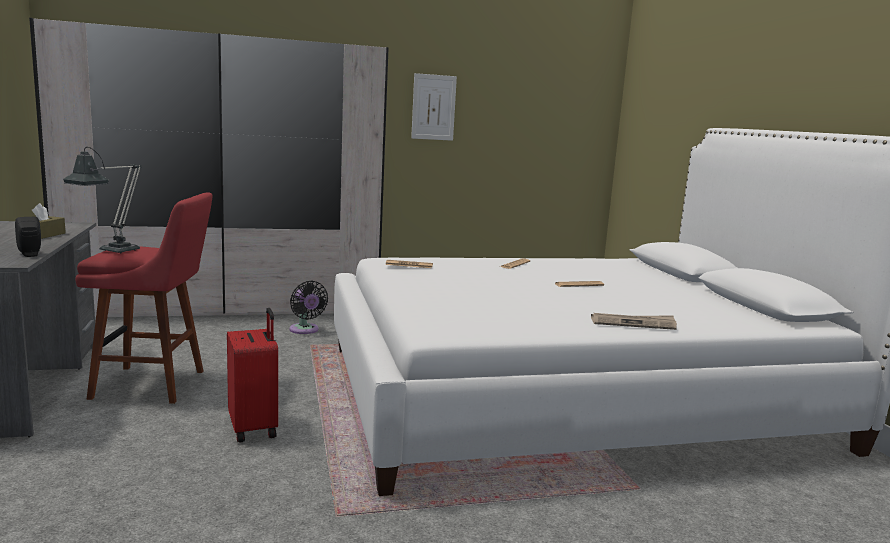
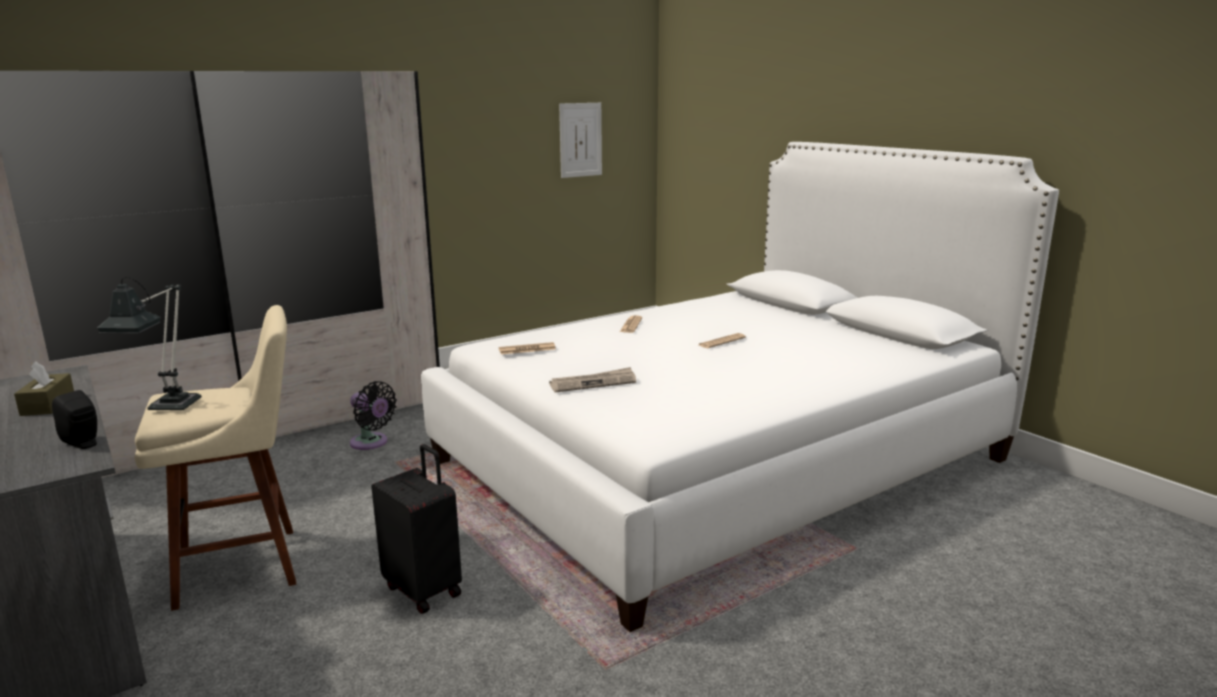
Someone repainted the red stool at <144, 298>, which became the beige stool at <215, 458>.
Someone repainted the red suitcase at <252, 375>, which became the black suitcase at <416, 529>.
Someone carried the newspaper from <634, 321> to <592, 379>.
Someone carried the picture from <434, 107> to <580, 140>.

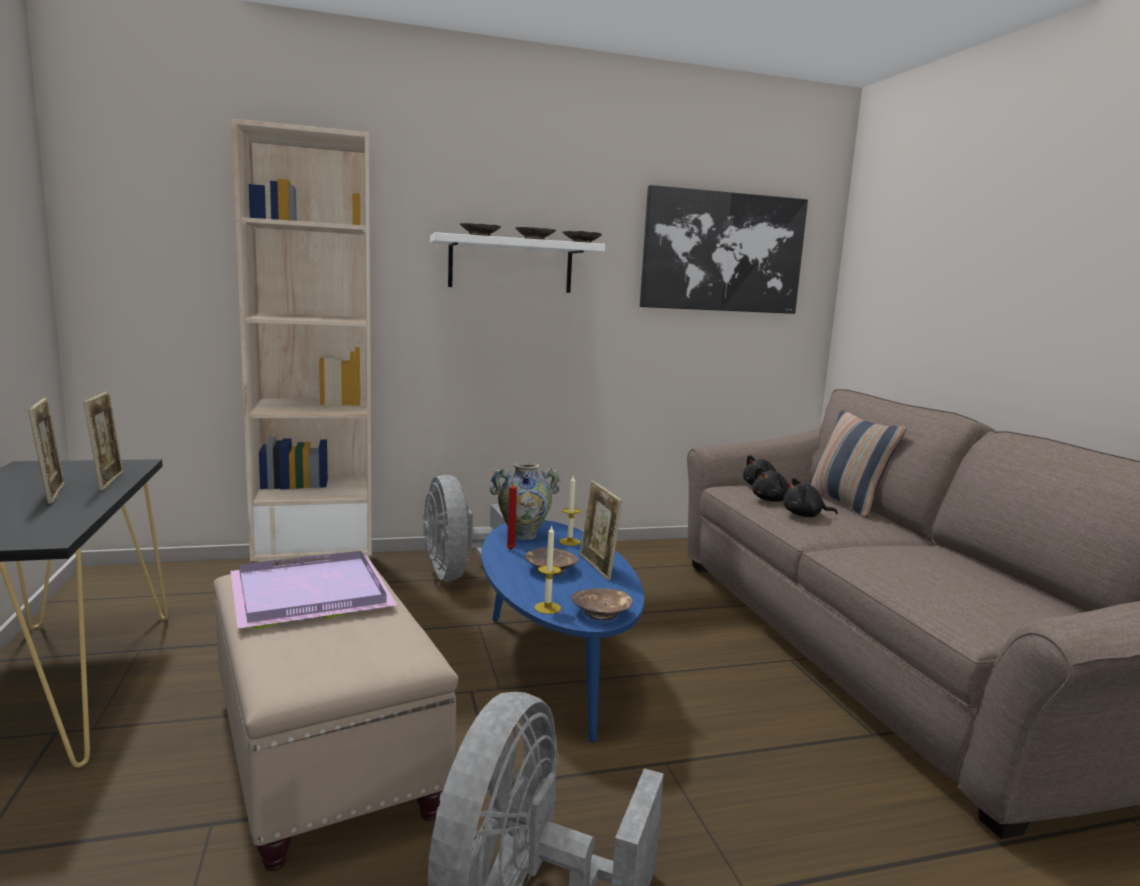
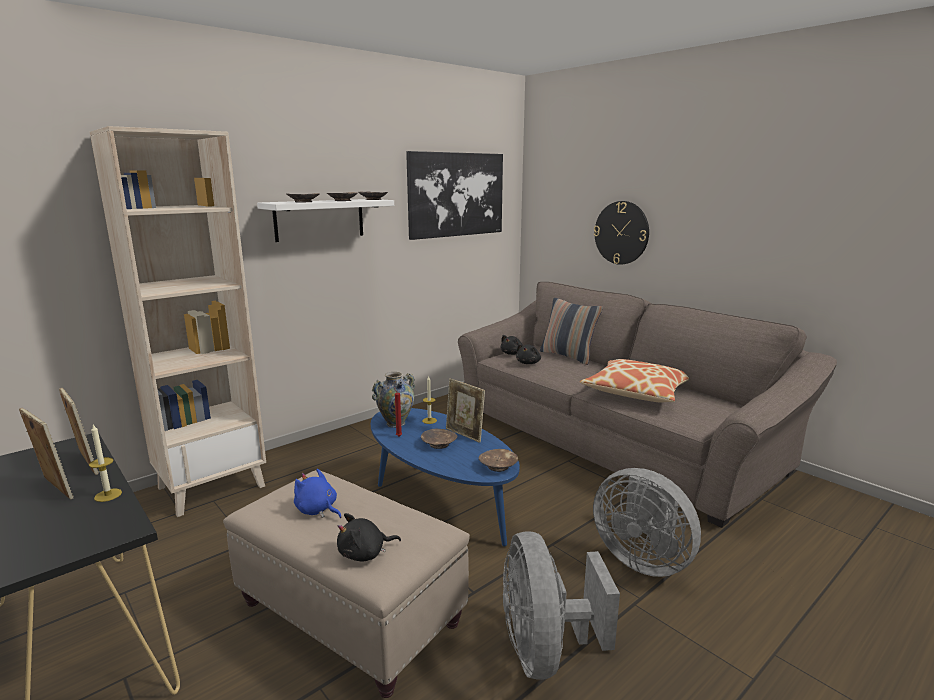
Someone carried the candle from <547, 570> to <105, 463>.
Someone swapped the purple tray at <313, 590> for the blue plush toy at <318, 493>.
Someone carried the black plush toy from <810, 497> to <369, 537>.
Someone put down the pillow at <634, 380>.
Someone carried the grey fan from <464, 528> to <647, 522>.
Someone put up the wall clock at <621, 233>.

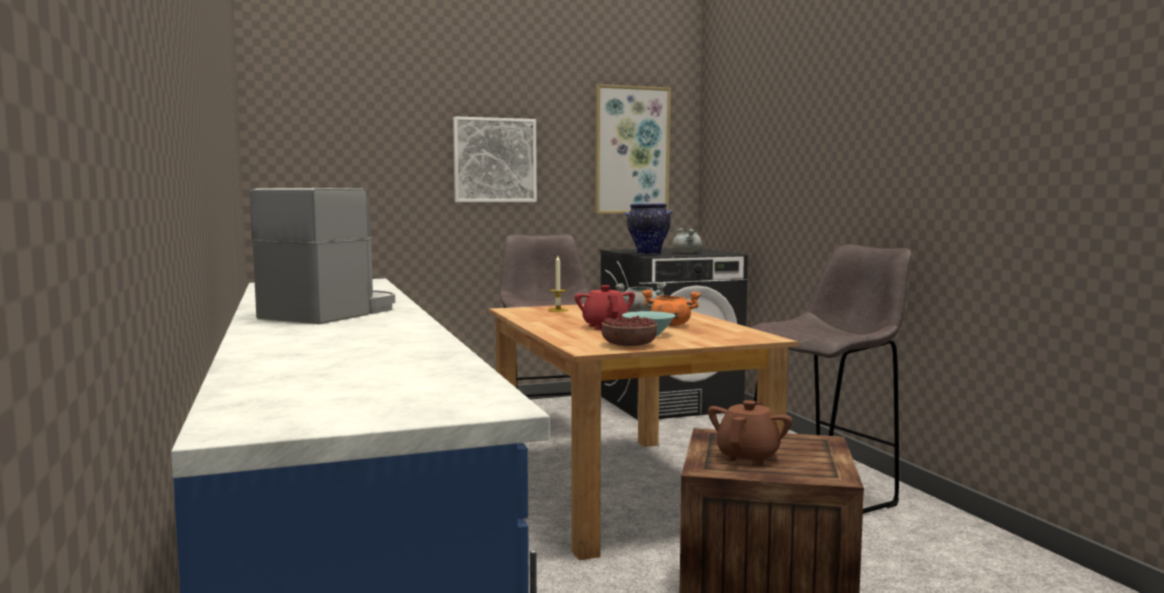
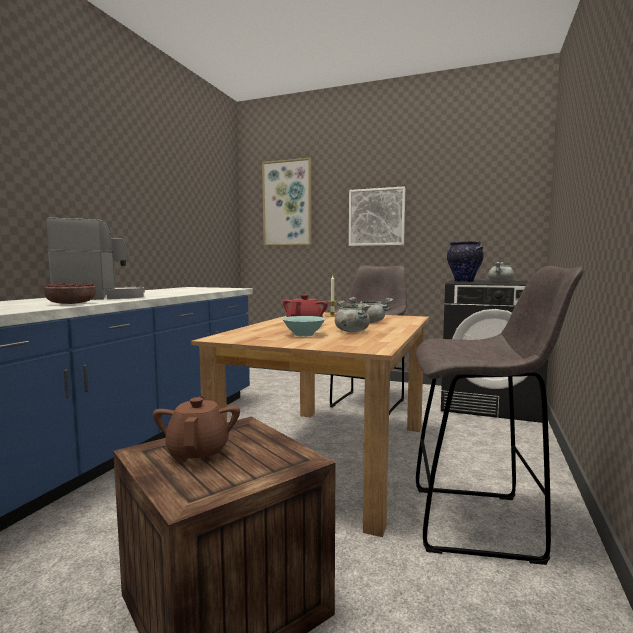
Someone carried the bowl from <629, 331> to <70, 293>.
Someone rotated the brown teapot at <750, 433> by 75 degrees counterclockwise.
Someone carried the picture from <633, 149> to <287, 202>.
Someone repainted the orange cooking pot at <671, 307>, which became the grey cooking pot at <353, 316>.

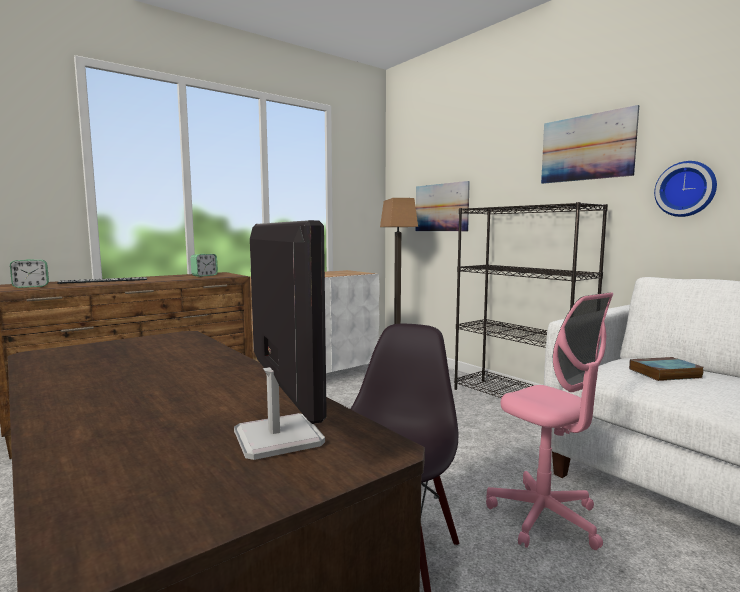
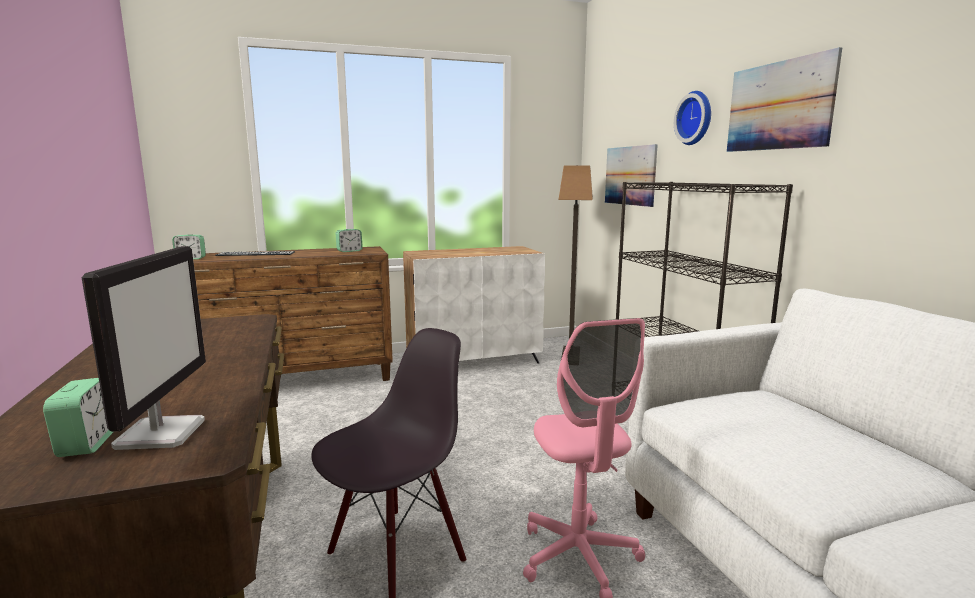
Someone put down the alarm clock at <78, 417>.
Someone carried the wall clock from <685, 189> to <692, 118>.
Someone took away the book at <666, 369>.

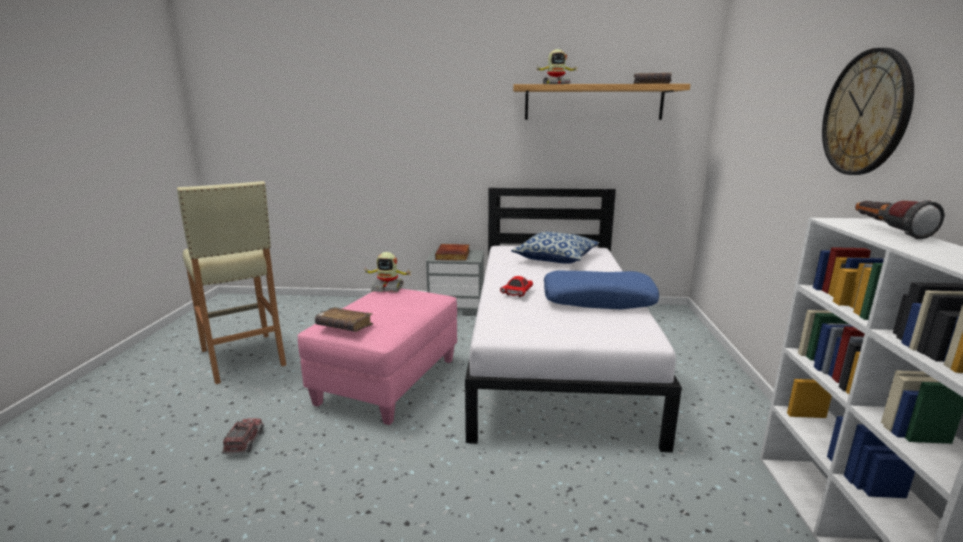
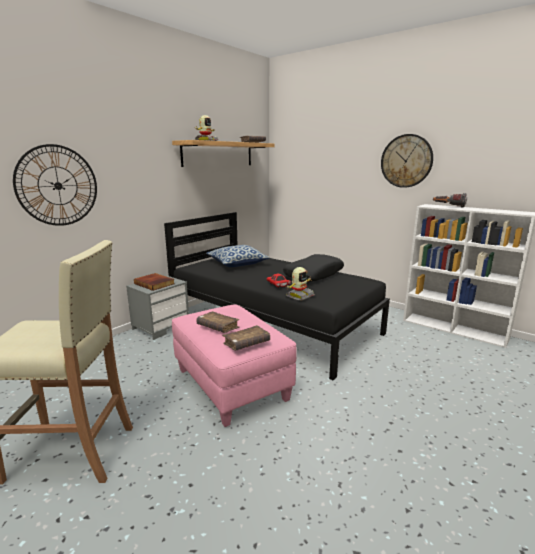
Someone put up the wall clock at <55, 185>.
Someone repainted the white bed at <573, 320>, which became the black bed at <277, 296>.
Someone put down the brown book at <218, 322>.
Someone repainted the blue pillow at <601, 289>, which became the black pillow at <313, 268>.
Someone carried the toy robot from <388, 272> to <300, 283>.
Someone took away the toy truck at <243, 436>.

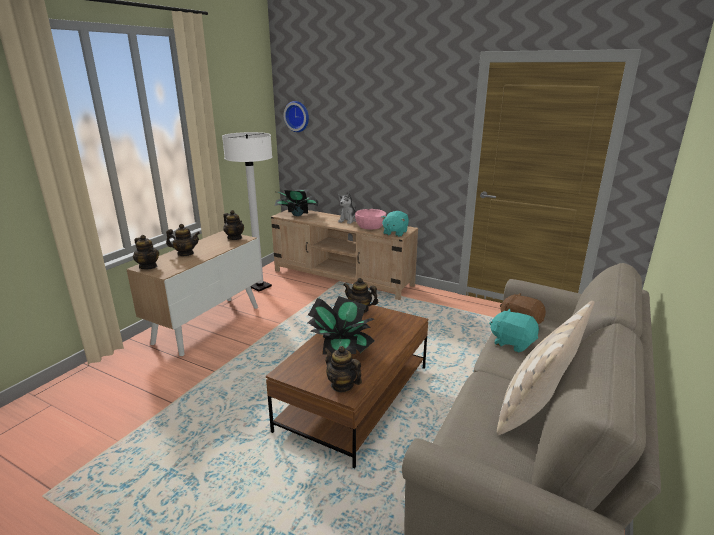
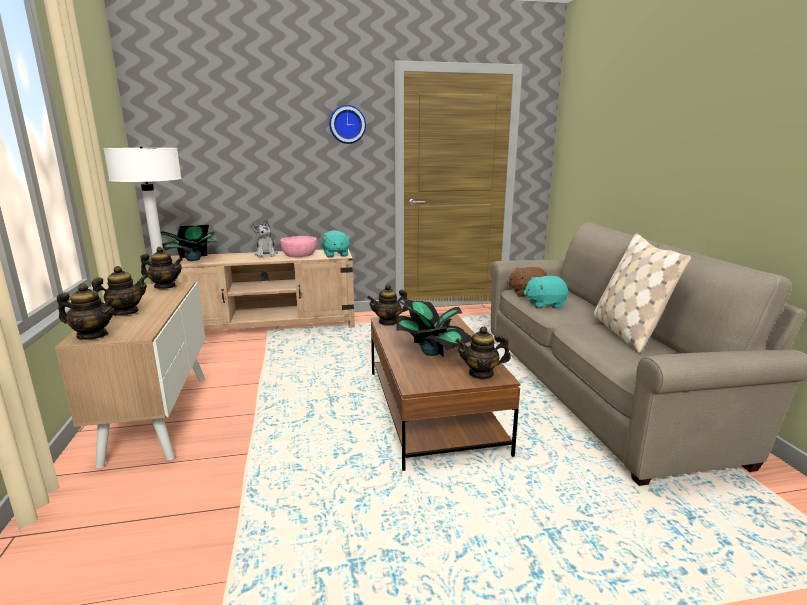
Someone carried the wall clock from <296, 116> to <347, 124>.

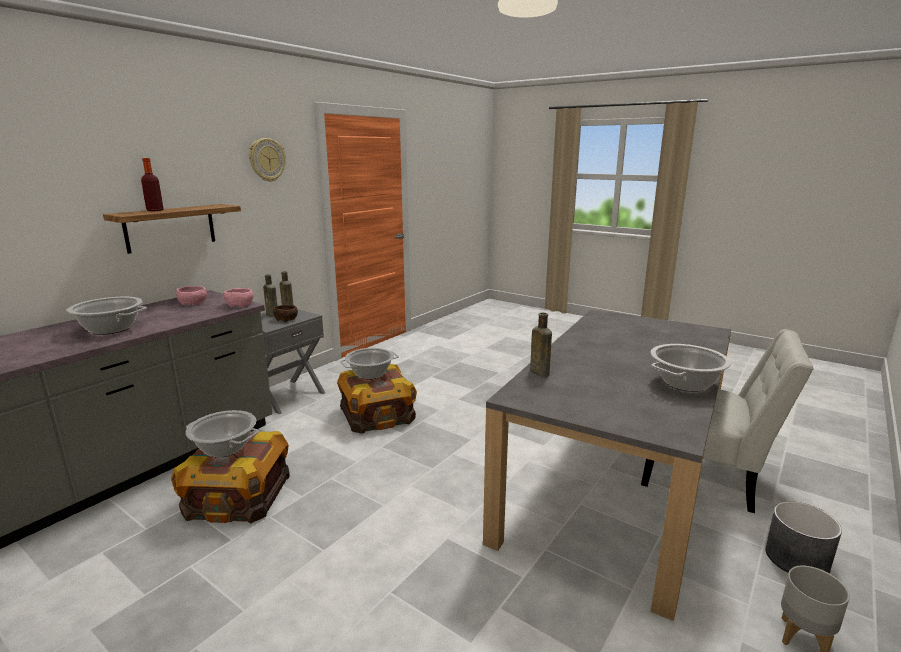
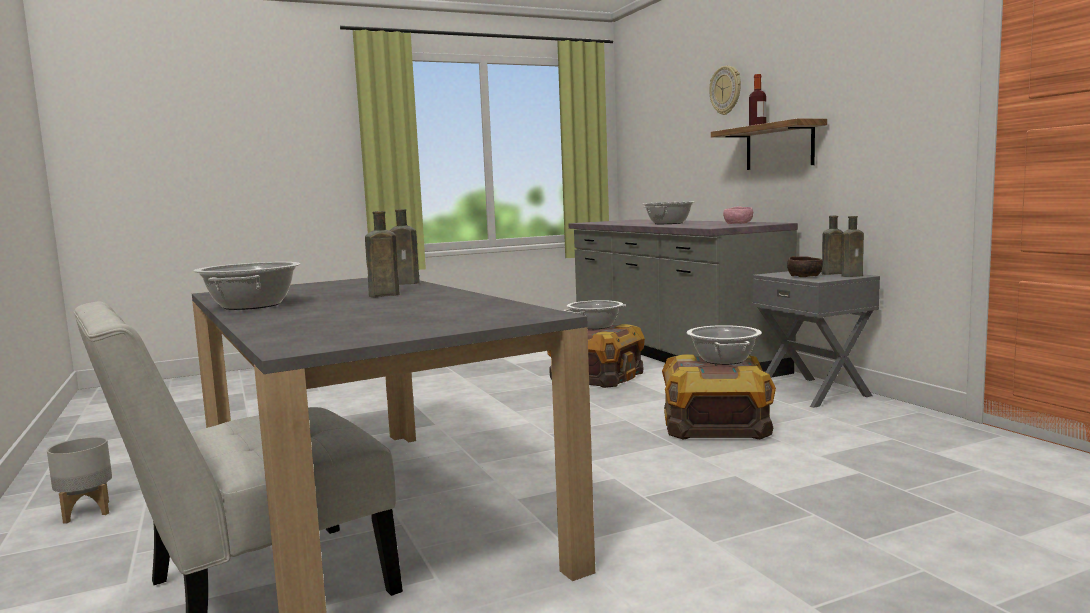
Someone put down the brown bottle at <382, 254>.
Someone carried the wall clock from <267, 160> to <725, 90>.
Someone took away the pink bowl at <238, 298>.
Someone took away the grey planter at <803, 537>.

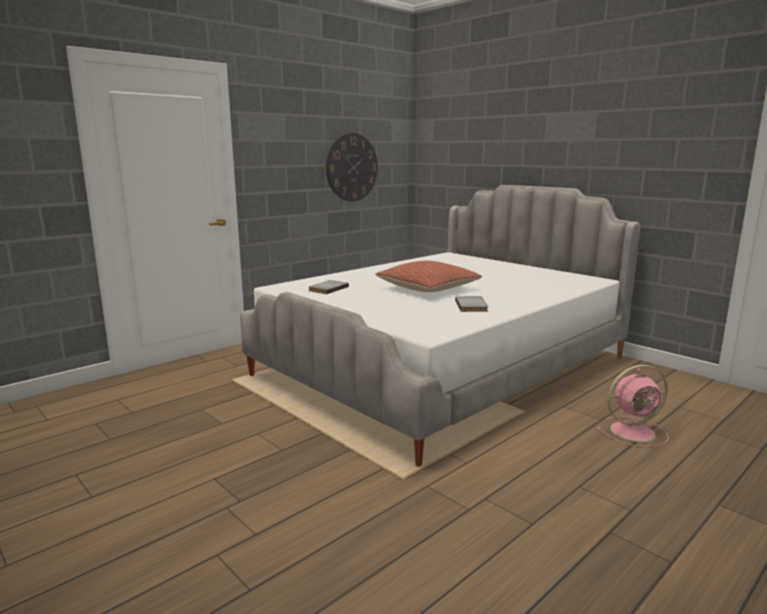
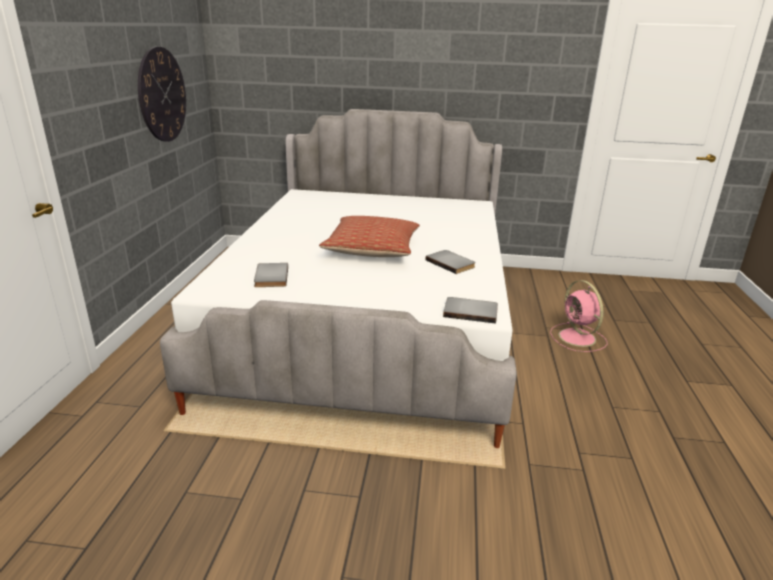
Someone put down the grey book at <470, 310>.
Someone rotated the pink fan at <632, 406> by 120 degrees clockwise.

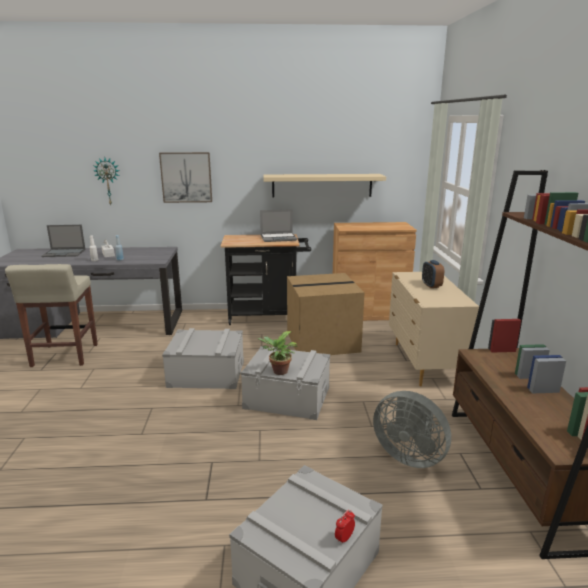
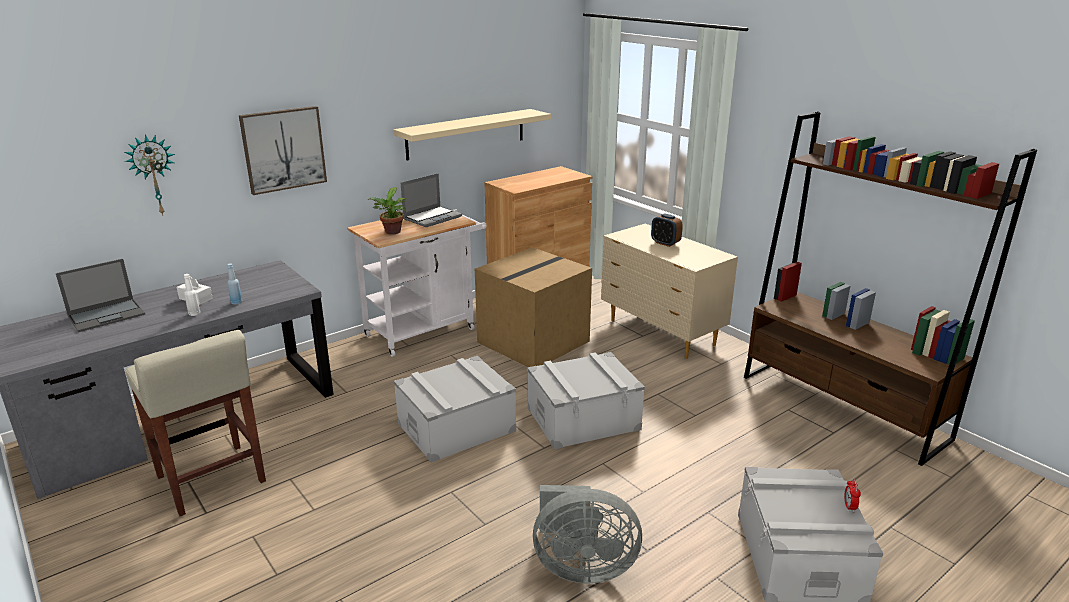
Someone repainted the black cart at <266, 279>, which became the white cart at <416, 283>.
Someone carried the potted plant from <277, 353> to <387, 211>.
Someone carried the grey fan from <412, 429> to <587, 534>.

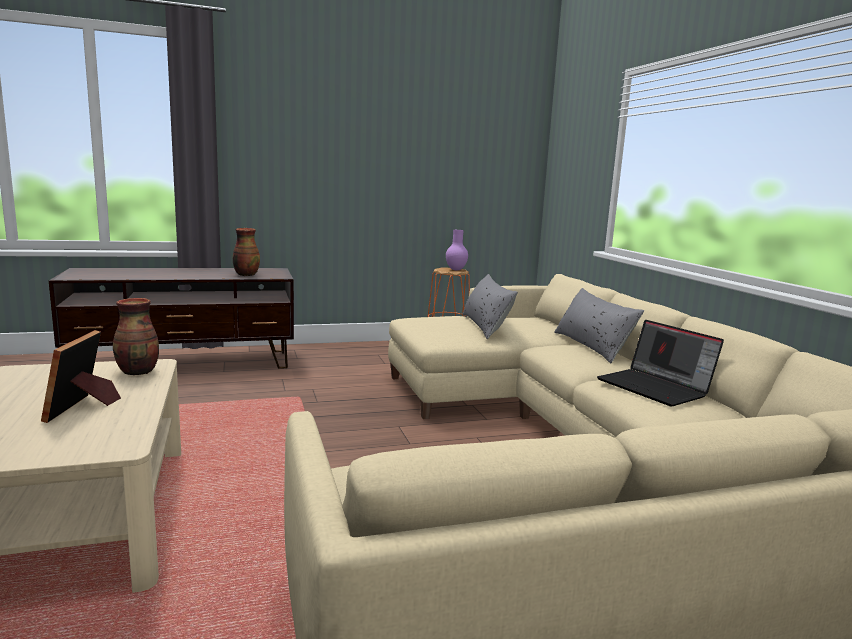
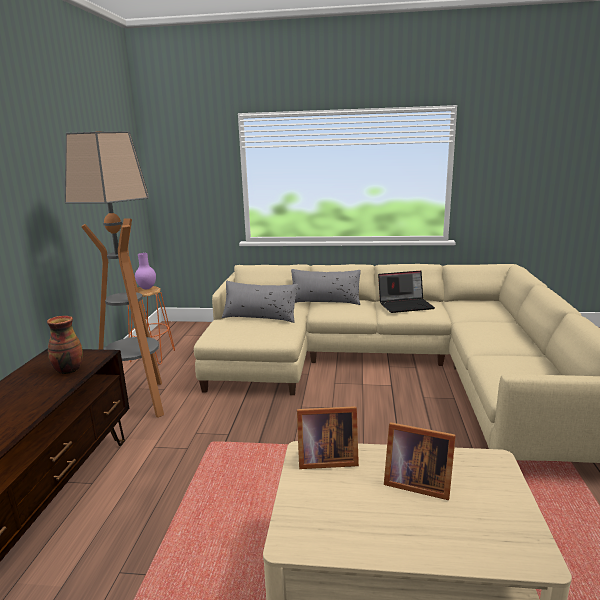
Someone put down the floor lamp at <114, 274>.
Someone swapped the vase at <136, 336> for the picture frame at <328, 437>.

